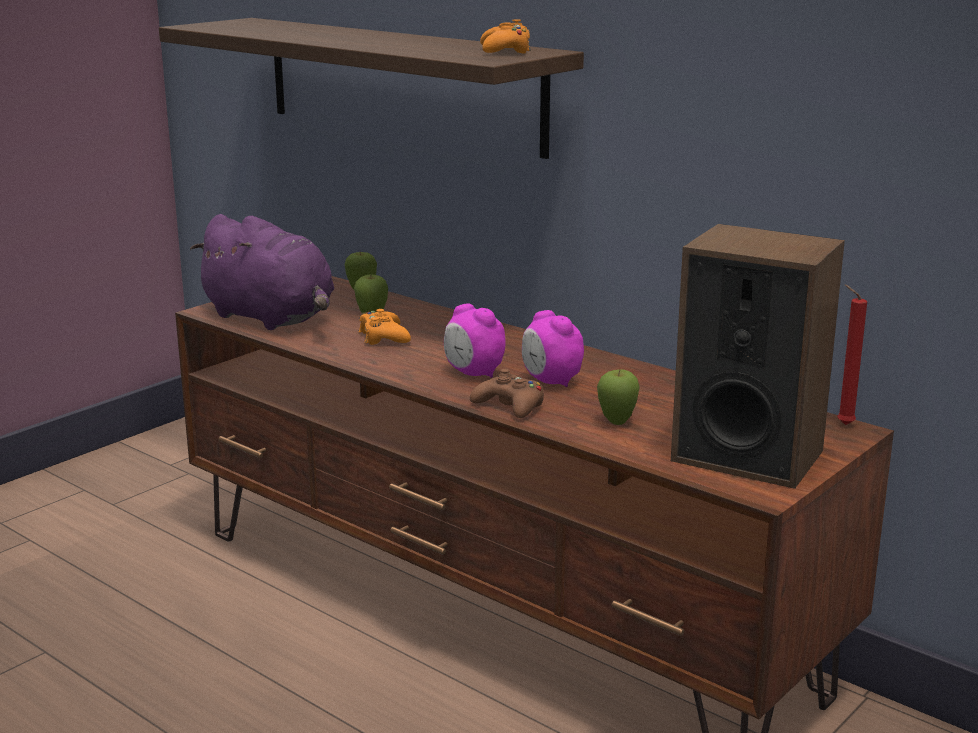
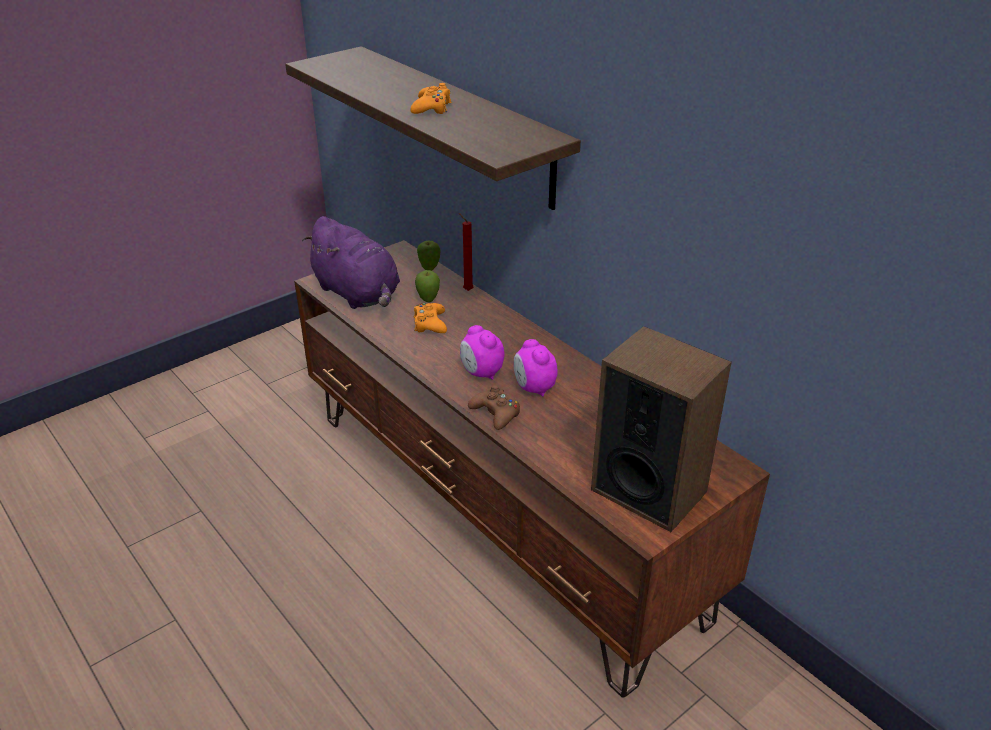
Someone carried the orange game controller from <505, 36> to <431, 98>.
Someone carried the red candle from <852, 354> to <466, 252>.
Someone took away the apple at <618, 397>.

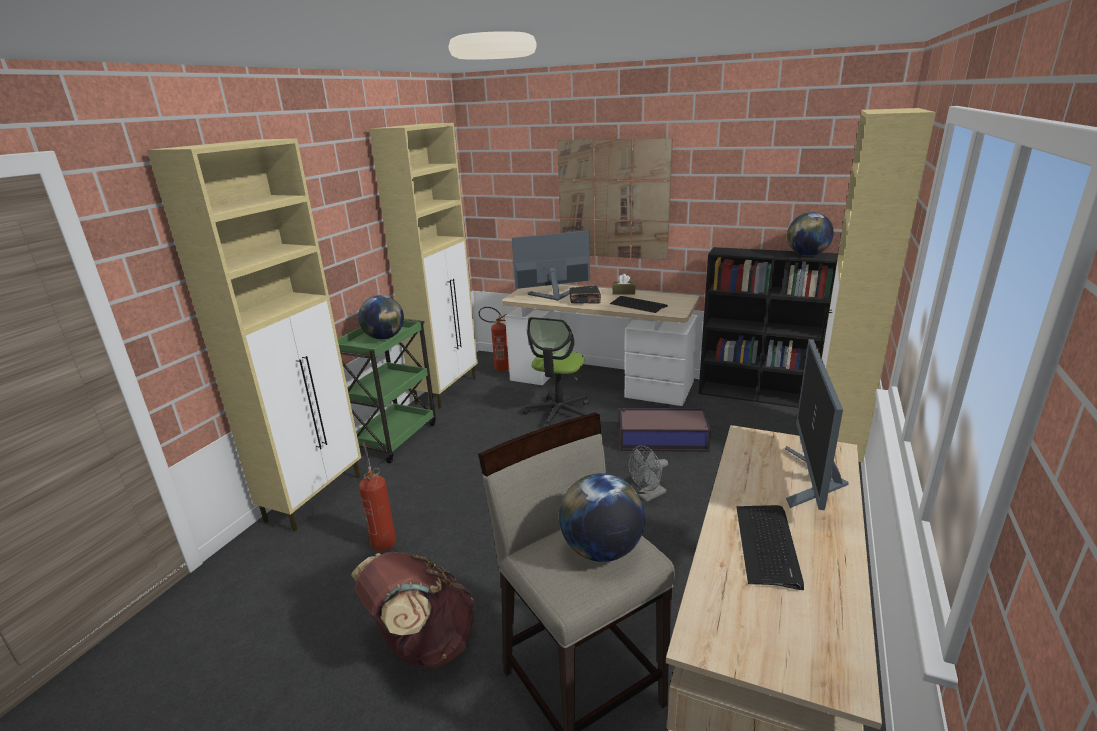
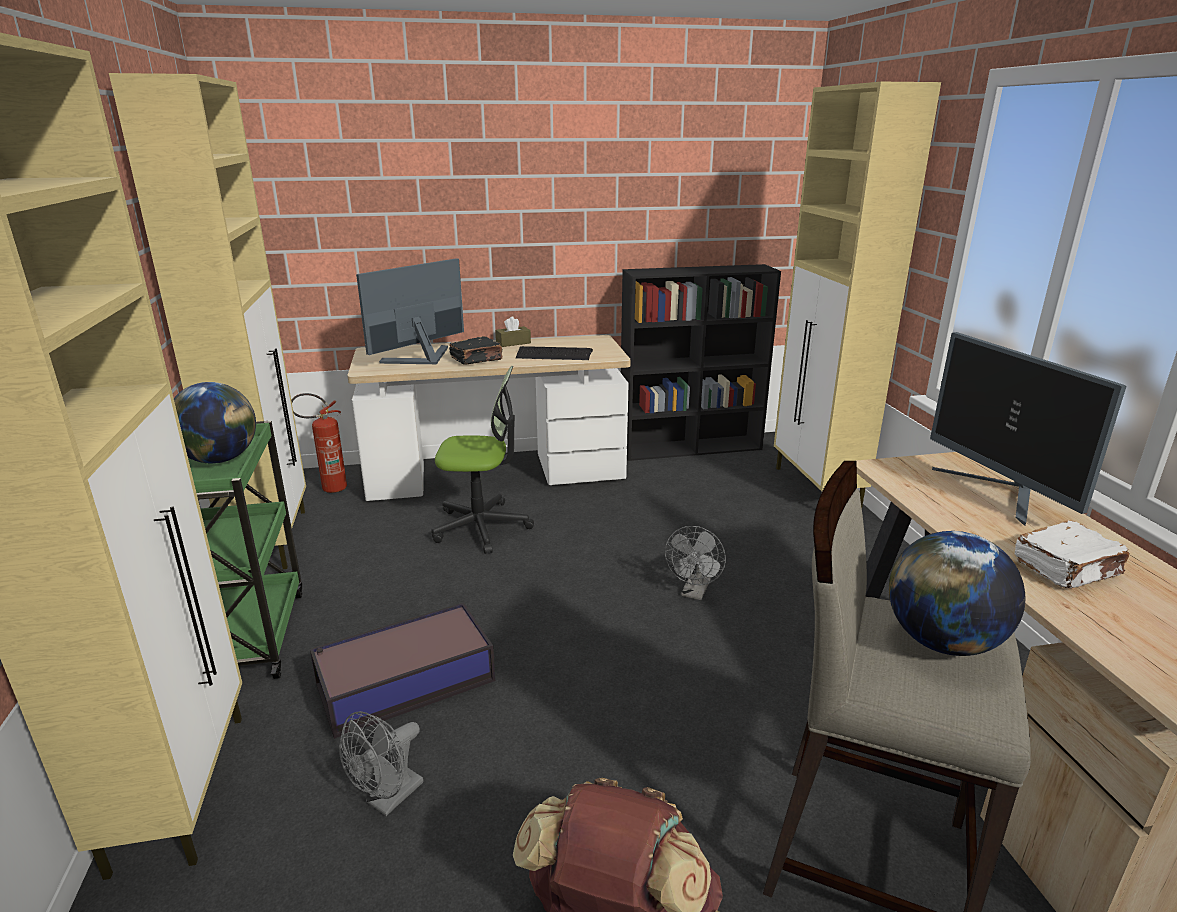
Someone carried the storage box from <665, 430> to <402, 670>.
Someone swapped the fire extinguisher at <377, 496> for the grey fan at <381, 763>.
Someone rotated the office chair at <555, 372> by 75 degrees counterclockwise.
Someone swapped the keyboard at <770, 547> for the white book at <1071, 554>.
Someone took away the picture at <615, 199>.
Someone took away the globe at <810, 234>.

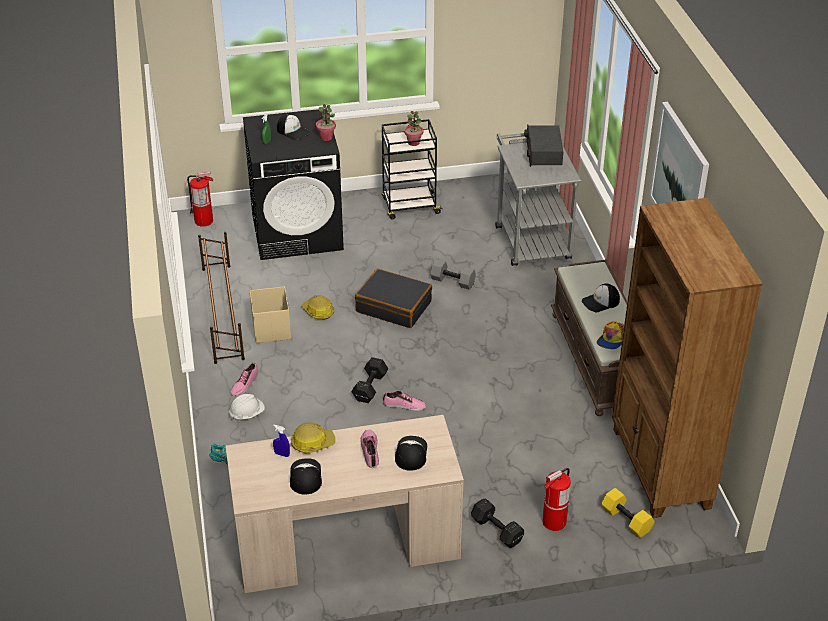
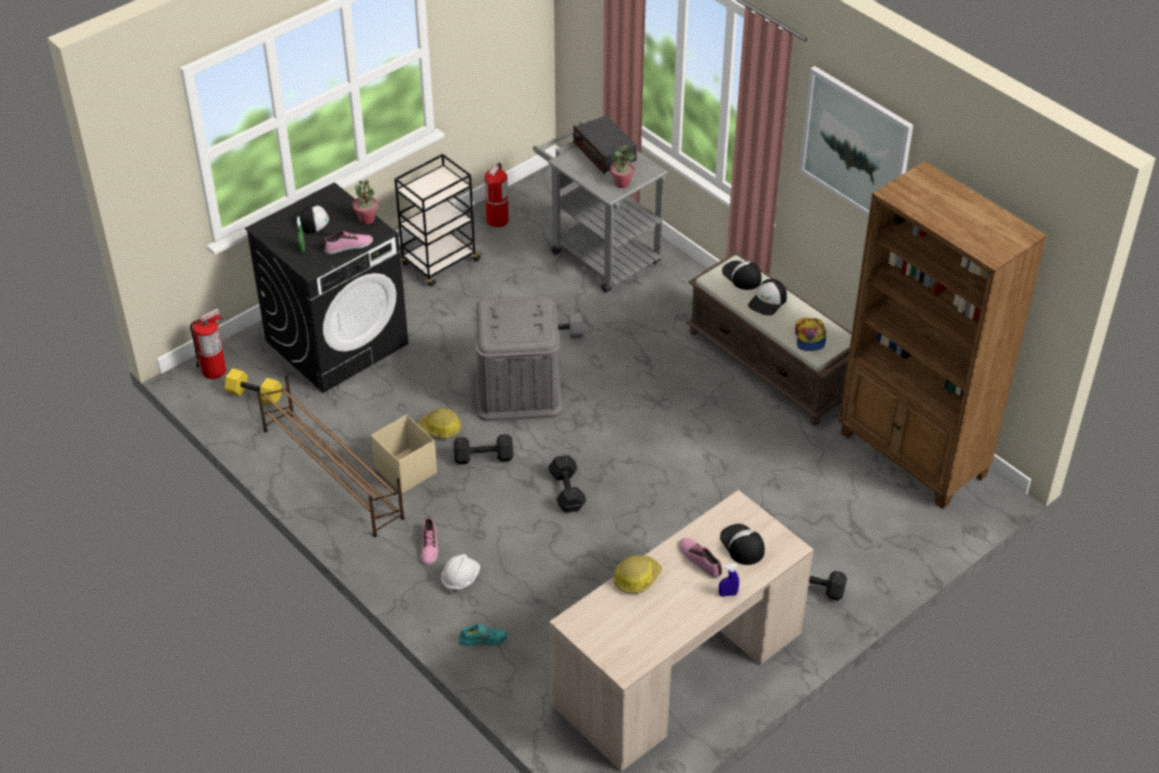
Someone carried the yellow dumbbell from <627, 513> to <253, 387>.
Someone carried the shoe from <404, 401> to <348, 242>.
Someone put down the black dumbbell at <483, 449>.
Someone swapped the black suitcase at <393, 298> for the grey storage box at <517, 358>.
Someone carried the fire extinguisher from <556, 499> to <497, 194>.
Someone carried the potted plant from <413, 128> to <623, 166>.
Someone carried the blue spray bottle from <281, 441> to <729, 580>.
Someone carried the cap from <306, 476> to <742, 275>.

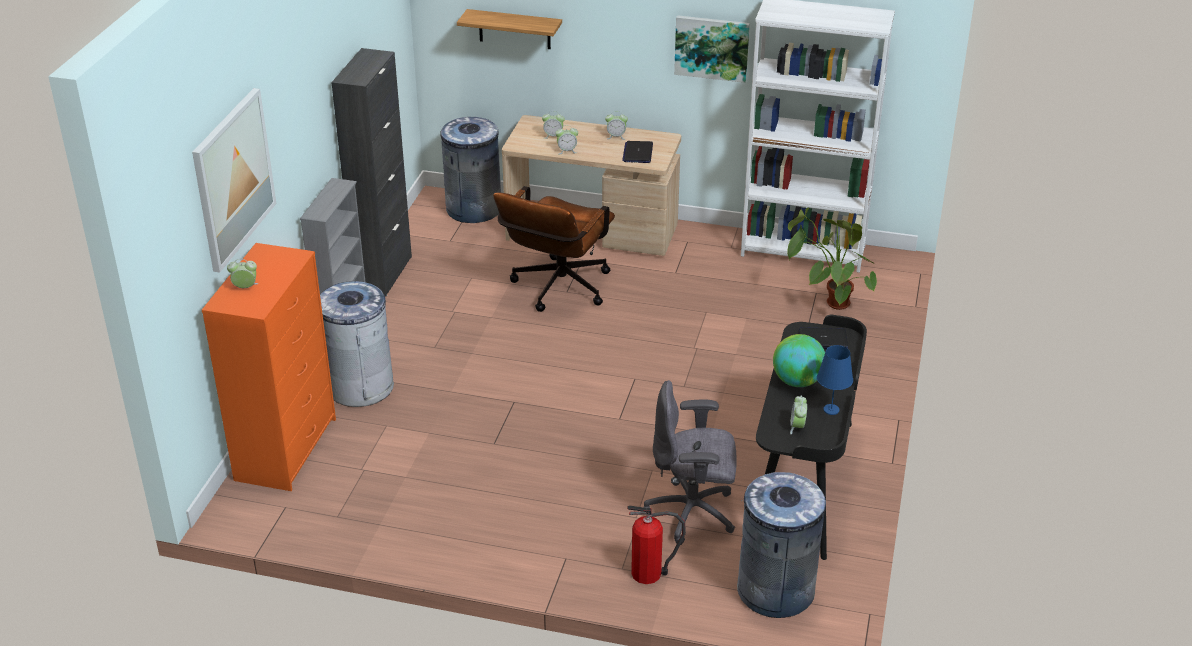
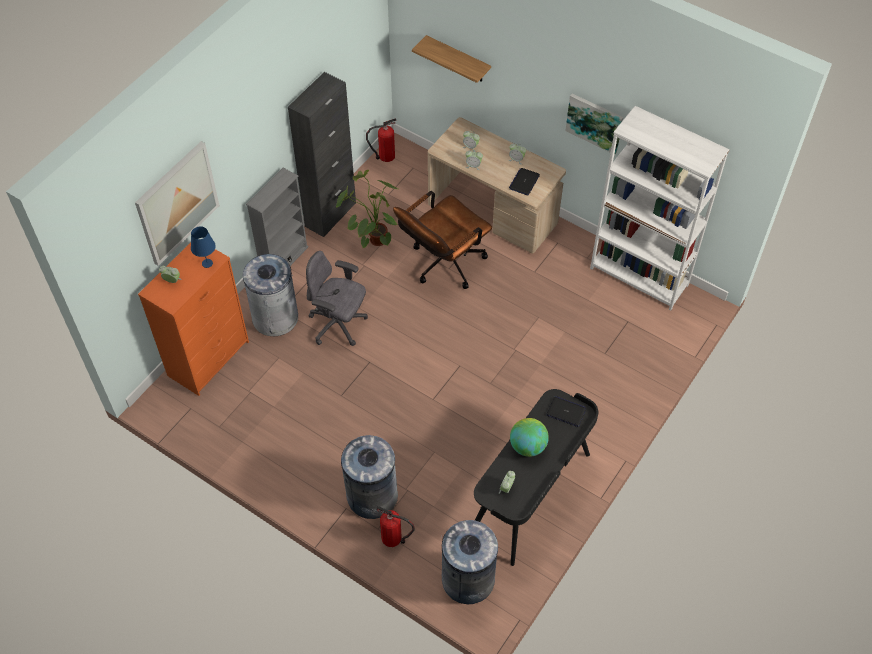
Someone carried the blue table lamp from <835, 380> to <203, 247>.
Someone carried the grey office chair from <690, 462> to <337, 298>.
Someone carried the potted plant from <832, 259> to <367, 209>.
Someone carried the grey trash can from <470, 170> to <369, 477>.
Someone put down the fire extinguisher at <381, 140>.

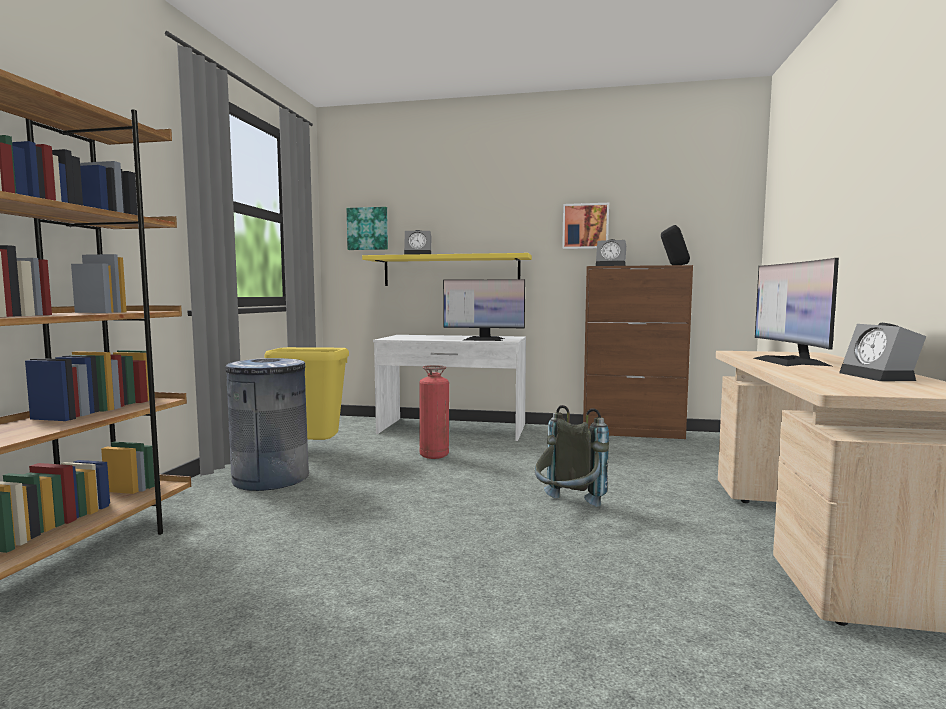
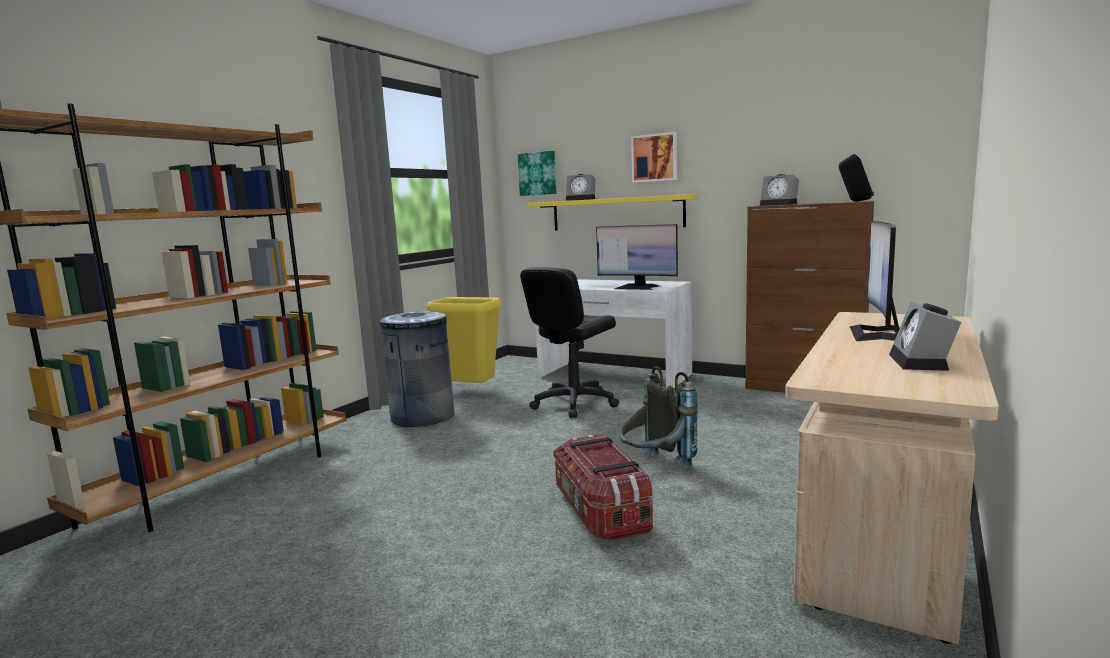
Someone swapped the fire extinguisher at <434, 412> for the black office chair at <569, 342>.
Someone put down the storage box at <603, 487>.
Someone carried the picture from <585, 226> to <654, 157>.

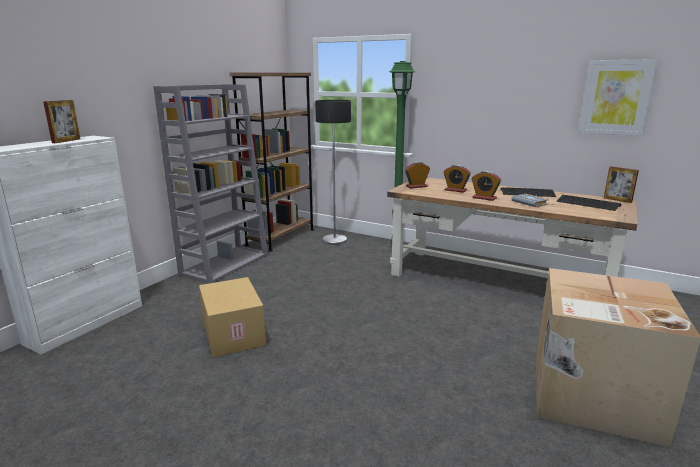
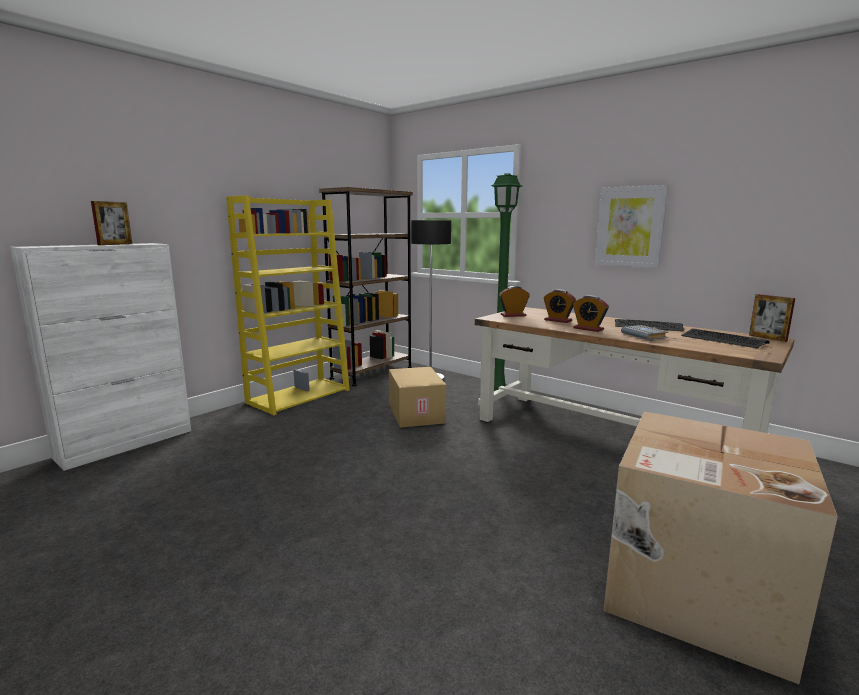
Someone repainted the grey bookcase at <210, 184>, which became the yellow bookcase at <288, 305>.
Someone carried the cardboard box from <232, 317> to <417, 397>.
Someone carried the picture from <618, 97> to <632, 226>.

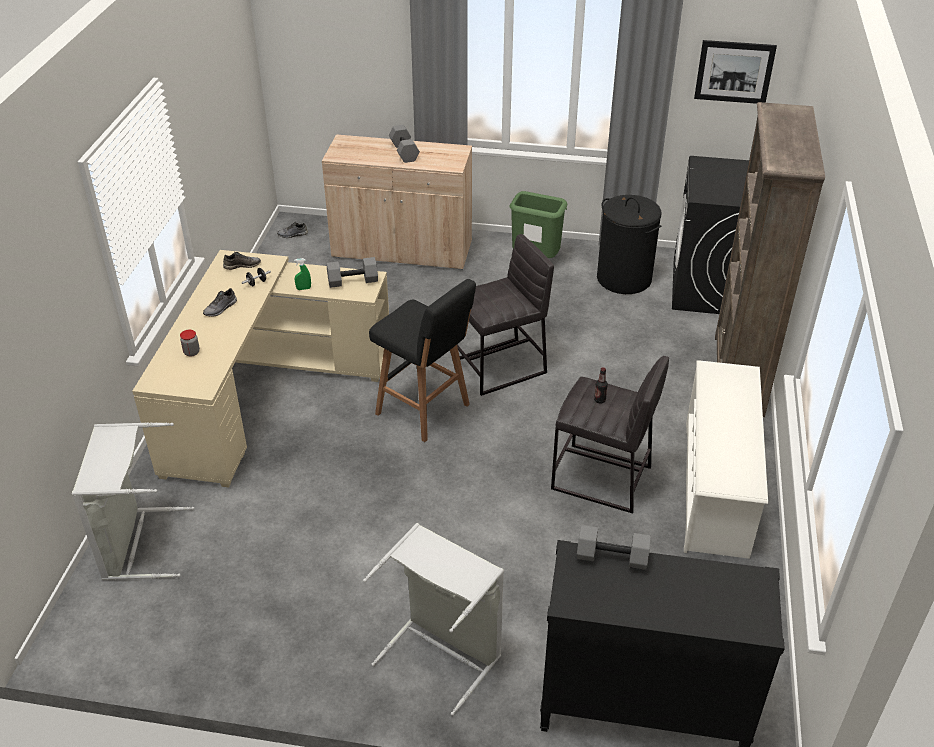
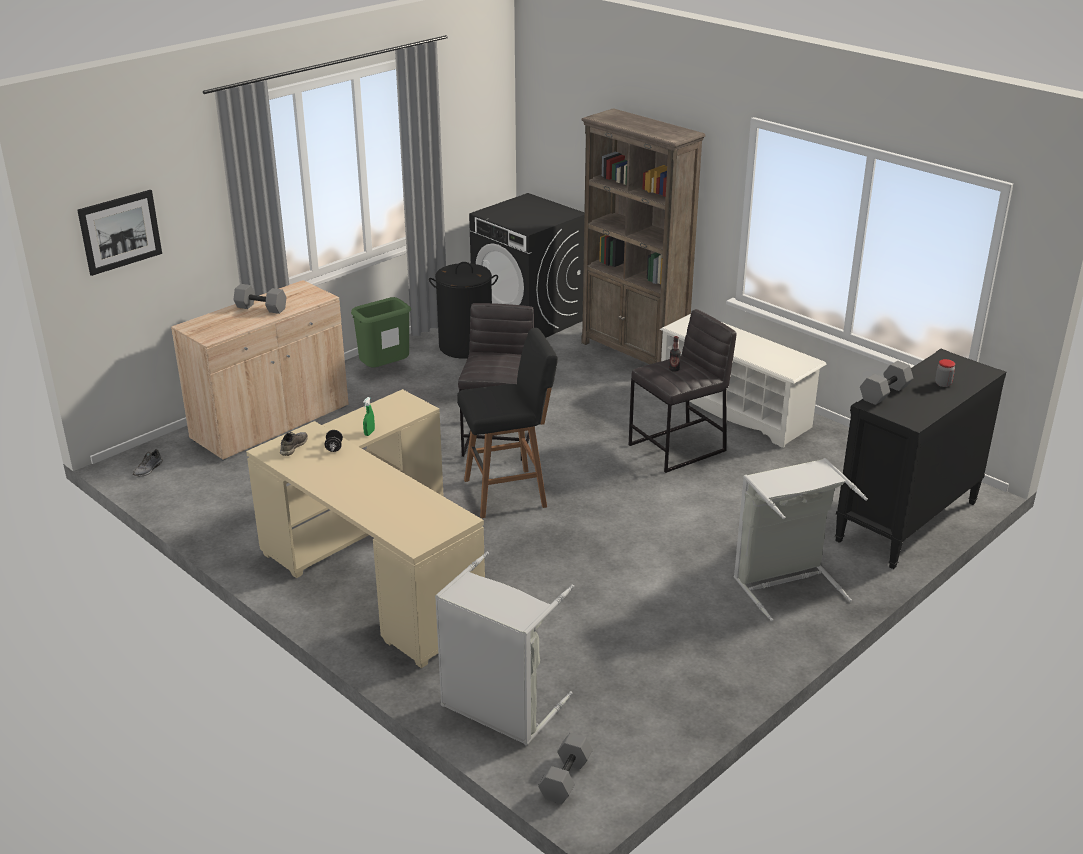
Someone carried the picture from <735, 72> to <119, 233>.
Someone carried the grey dumbbell from <352, 272> to <565, 768>.
Someone carried the jar from <190, 343> to <945, 373>.
Someone took away the grey shoe at <220, 302>.

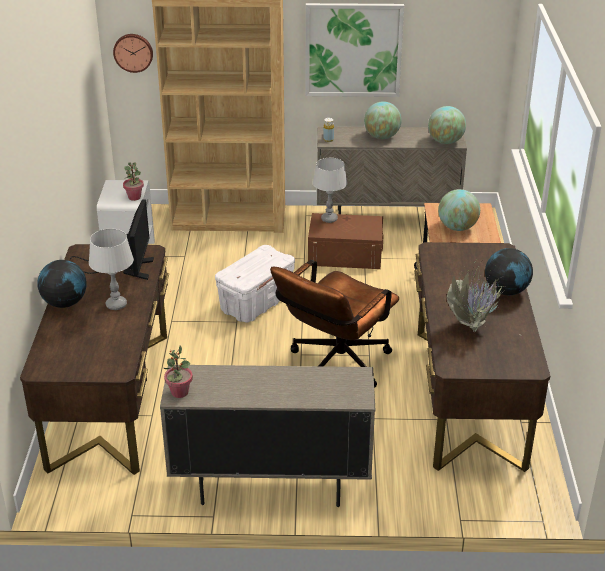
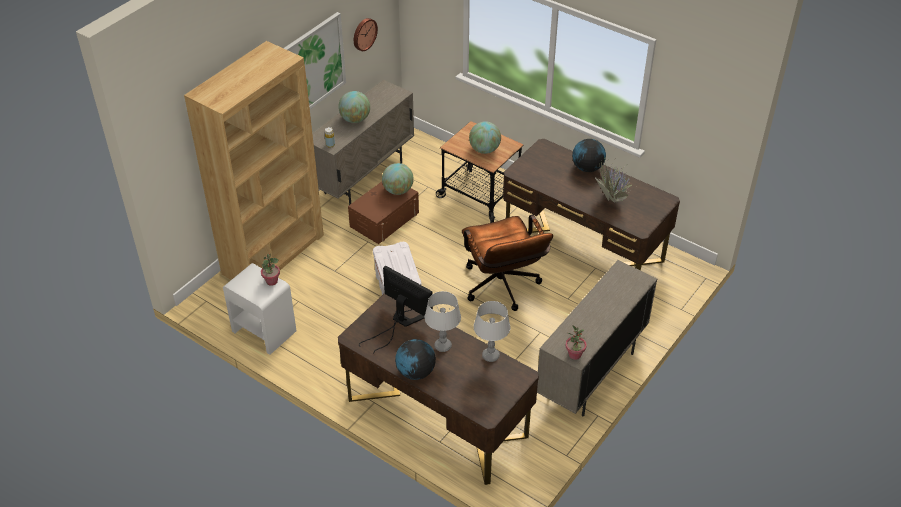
Someone carried the wall clock from <133, 53> to <366, 34>.
Someone carried the globe from <447, 125> to <398, 179>.
Someone carried the grey table lamp from <330, 190> to <492, 331>.

